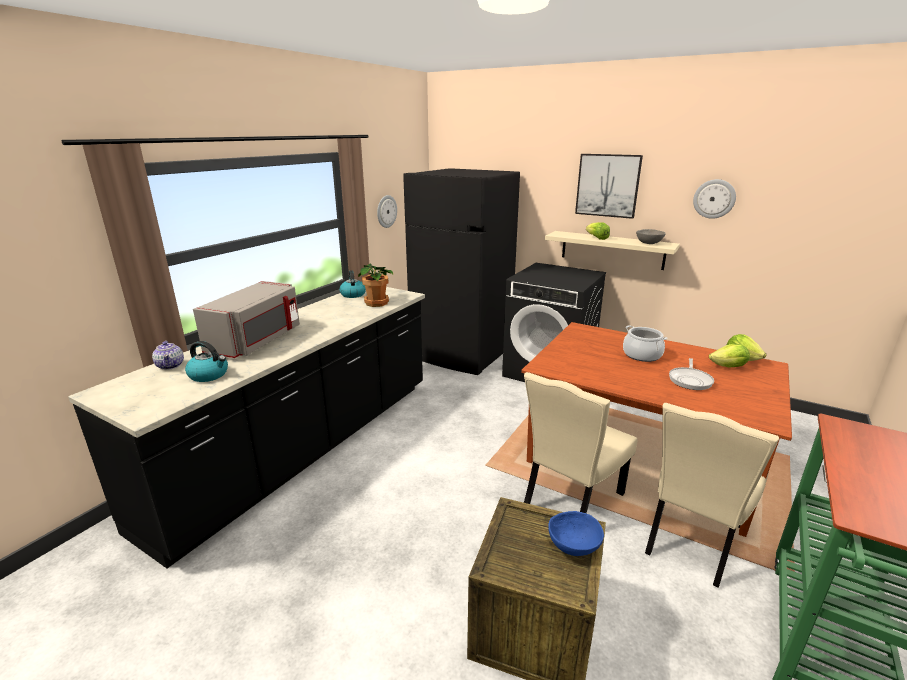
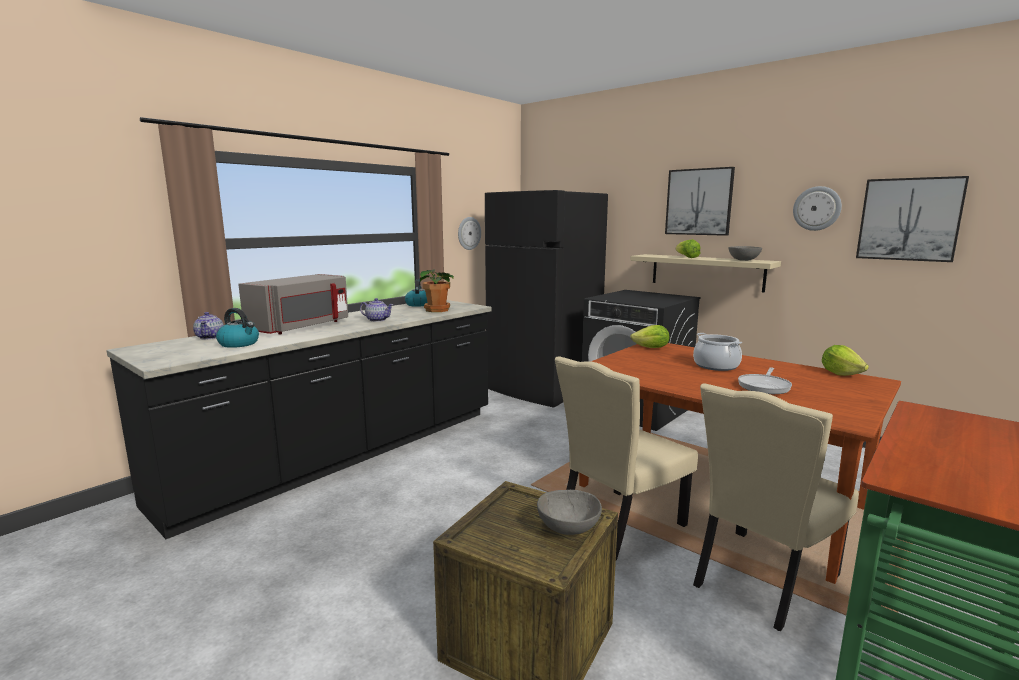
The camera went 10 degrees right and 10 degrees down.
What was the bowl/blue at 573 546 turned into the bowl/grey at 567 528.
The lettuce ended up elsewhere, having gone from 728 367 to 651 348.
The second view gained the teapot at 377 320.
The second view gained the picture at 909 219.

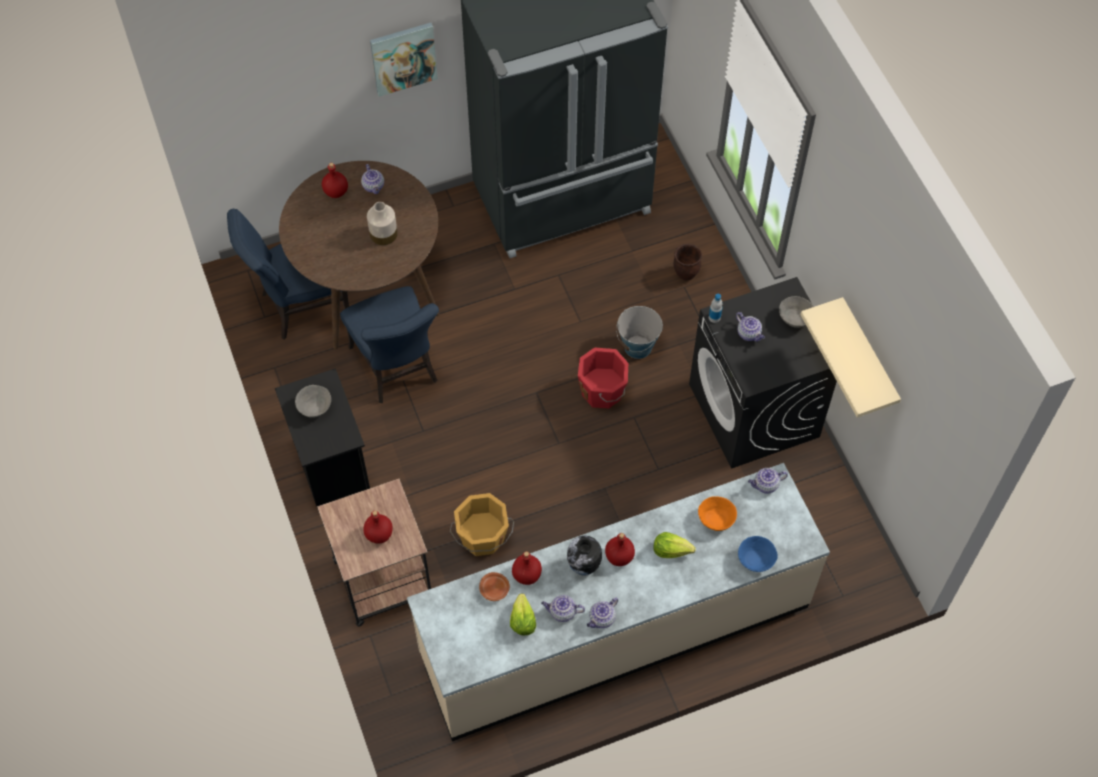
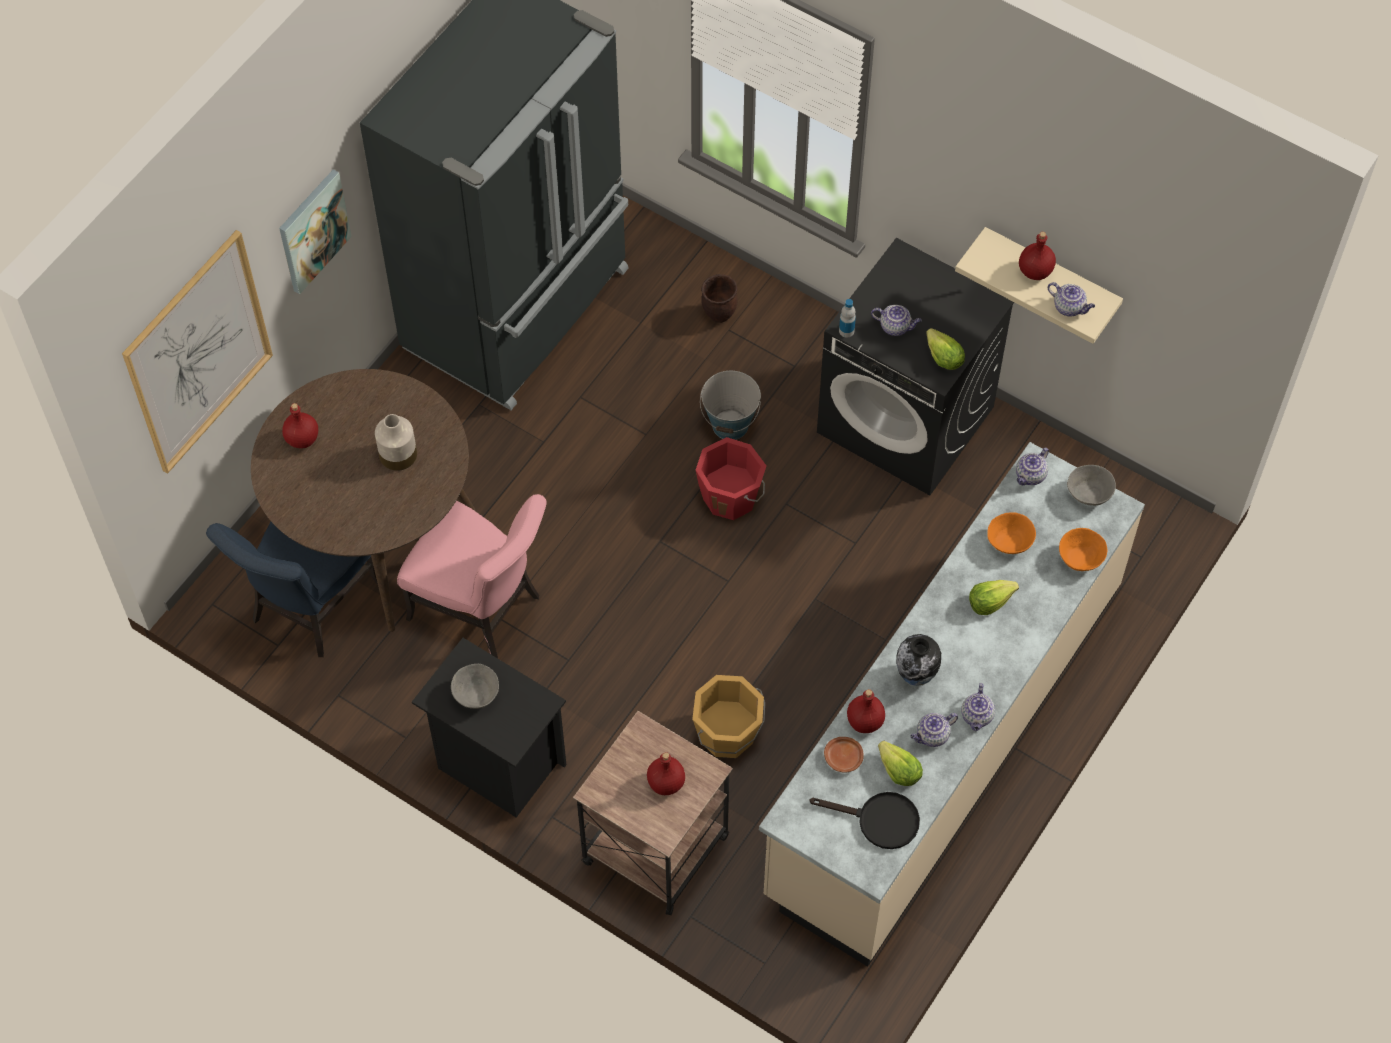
The camera went 35 degrees left and 0 degrees up.
What was the chair/blue at 397 368 turned into the chair/pink at 482 609.
The teapot ended up elsewhere, having gone from 374 186 to 1069 307.
The bottle/red ended up elsewhere, having gone from 620 556 to 1035 271.
What was the bowl/blue at 755 560 turned into the bowl/orange at 1080 559.
The bowl/grey ended up elsewhere, having gone from 795 318 to 1089 493.
The second view gained the picture at 198 353.
The second view gained the frying pan/black at 879 820.
The second view gained the lettuce at 943 357.

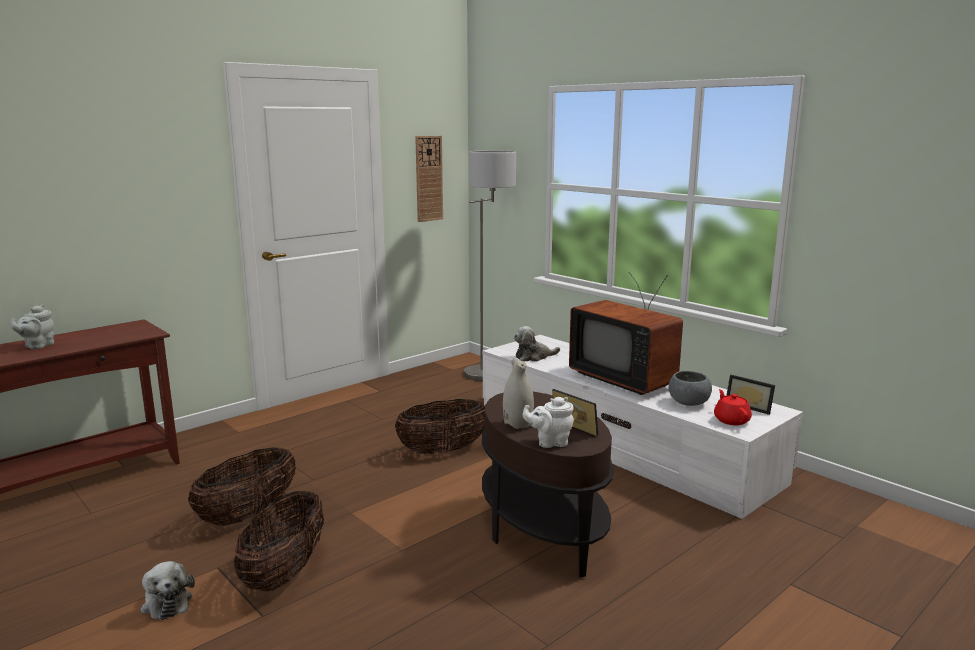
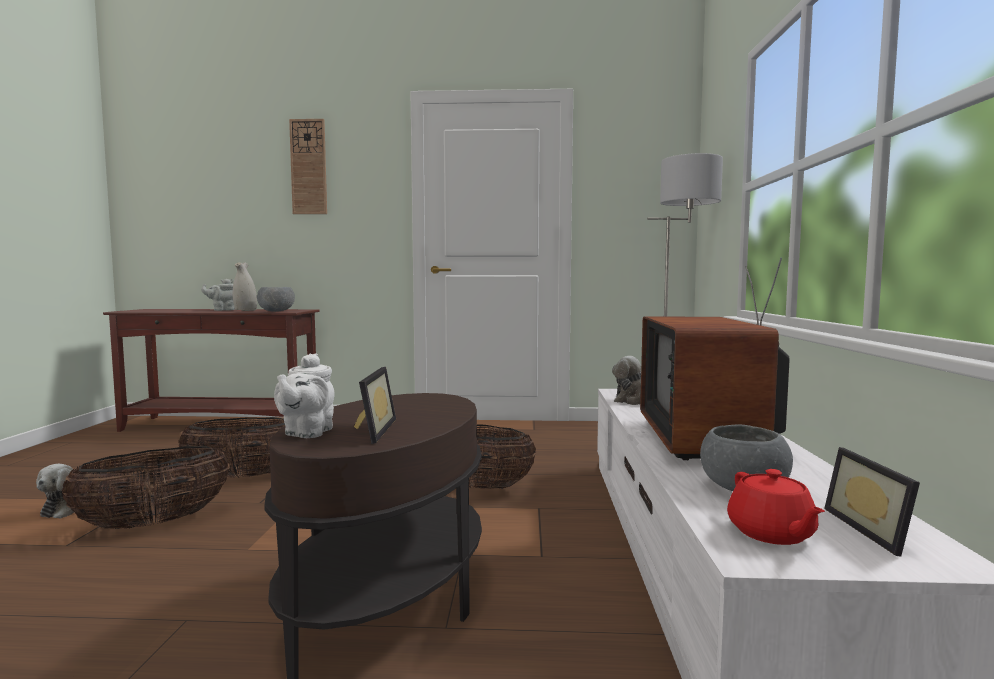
The camera went 45 degrees right and 10 degrees down.
The wall clock ended up elsewhere, having gone from 428 178 to 308 167.
The vase/white ended up elsewhere, having gone from 517 424 to 245 310.
The teapot/white at 550 442 ended up facing another way, 120 degrees counterclockwise from before.
The teapot/red at 731 420 ended up facing another way, 135 degrees clockwise from before.
The second view gained the bowl/grey at 276 311.

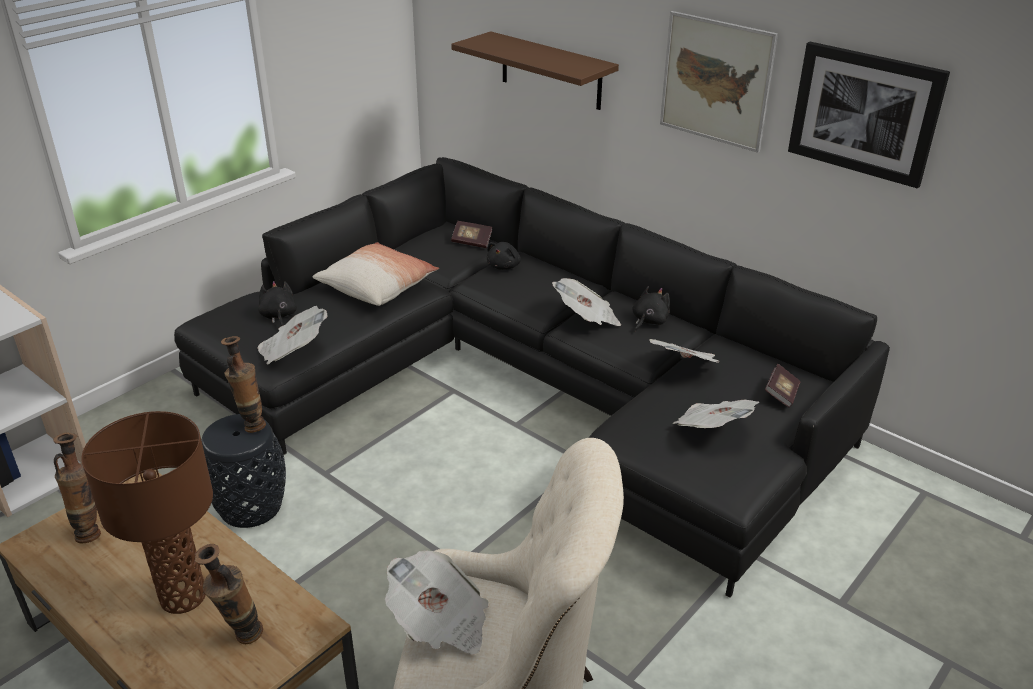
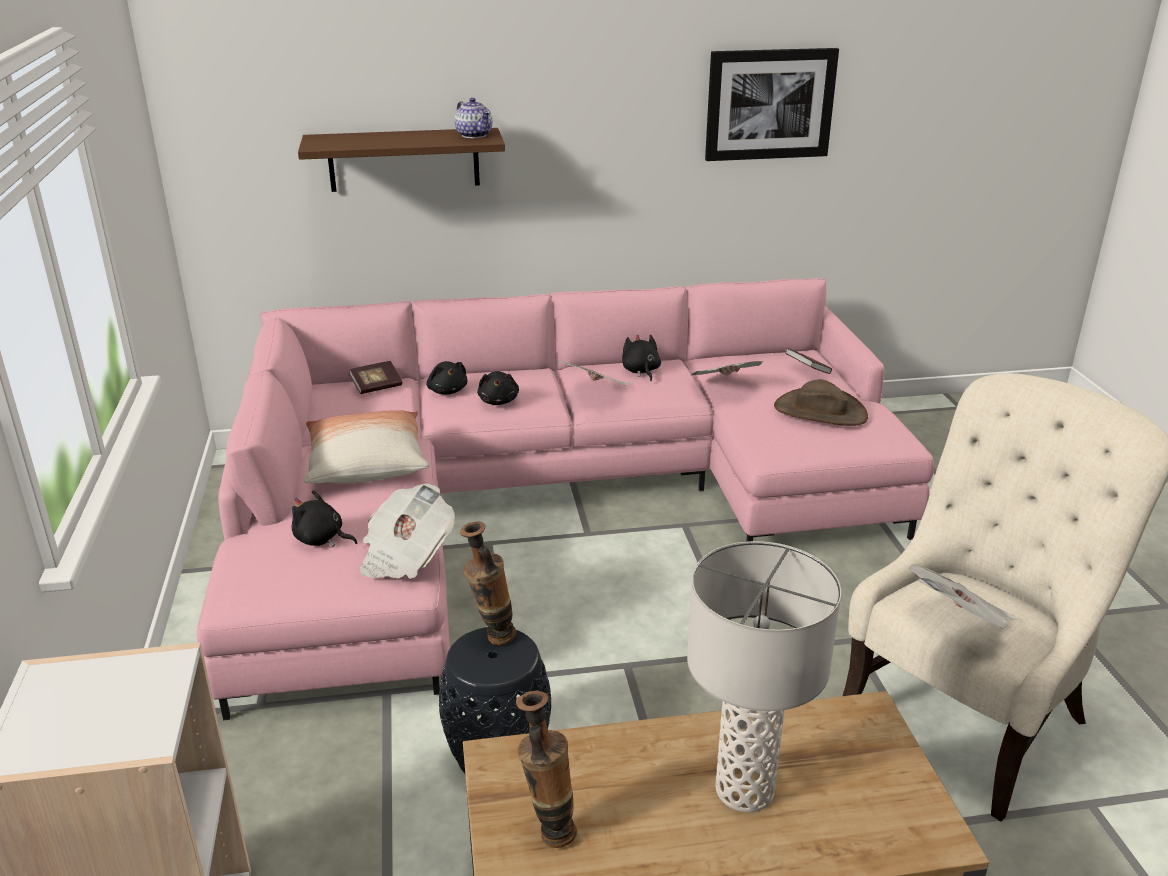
The camera went 50 degrees left and 5 degrees down.
What was the table lamp/brown at 183 596 turned into the table lamp/white at 744 789.
What was the sofa/black at 526 388 turned into the sofa/pink at 543 504.
The second view lost the vase at 240 638.
The second view lost the picture at 716 81.
Where the newspaper stood at 712 429, the hat/brown came to stand at 820 411.
The second view gained the teapot at 474 135.
The second view gained the plush toy/black at 498 401.

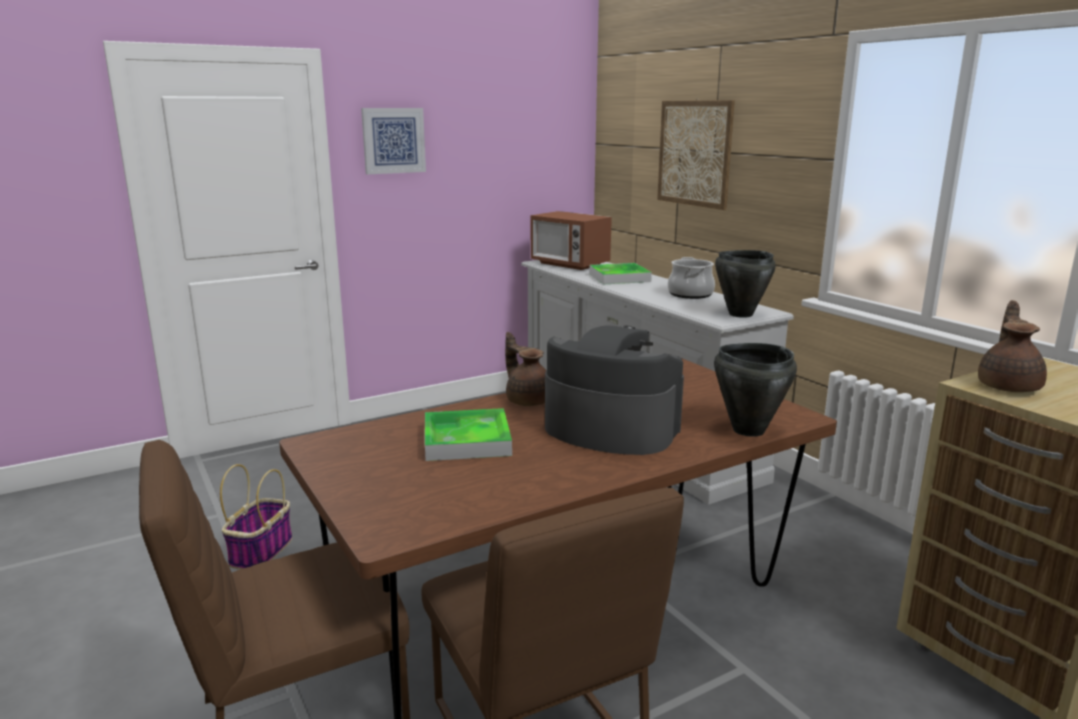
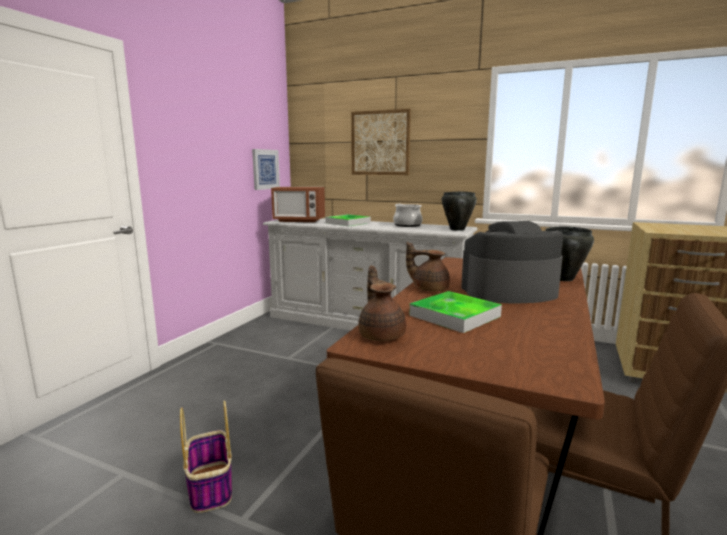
The camera went 35 degrees left and 5 degrees down.
The picture ended up elsewhere, having gone from 393 140 to 265 169.
The teapot/brown ended up elsewhere, having gone from 1008 386 to 381 335.

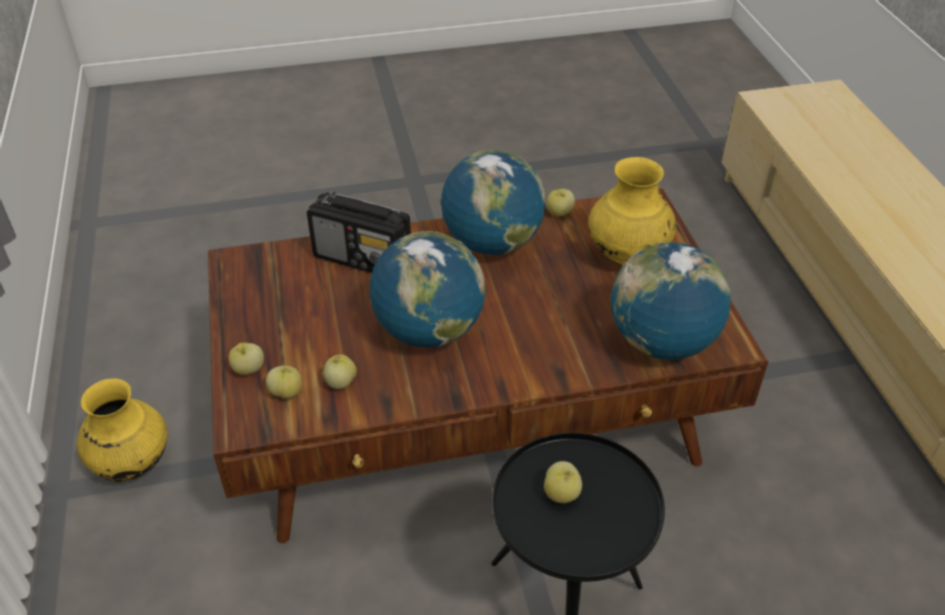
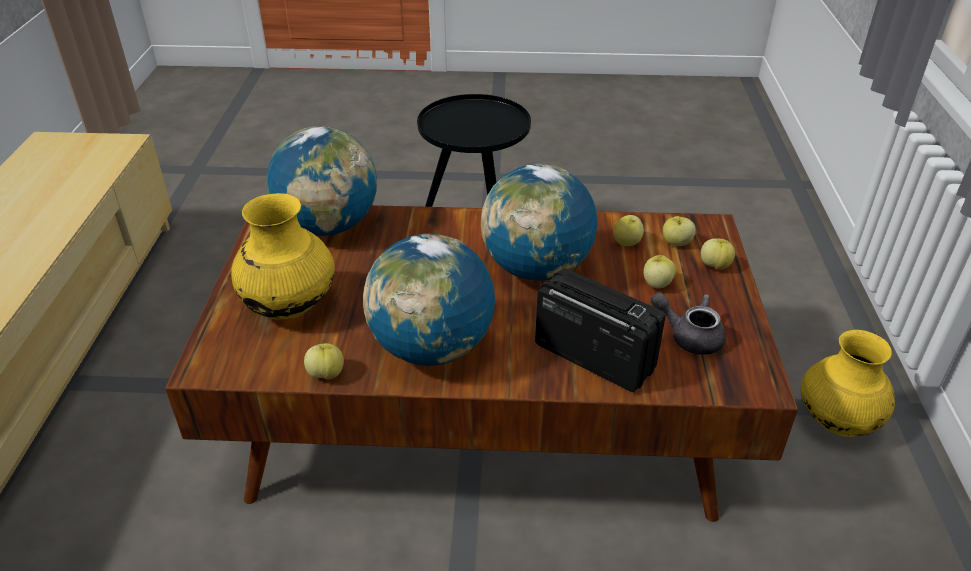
The camera went 165 degrees left and 5 degrees down.
The apple ended up elsewhere, having gone from 562 494 to 656 284.
The second view gained the teapot/grey at 689 336.

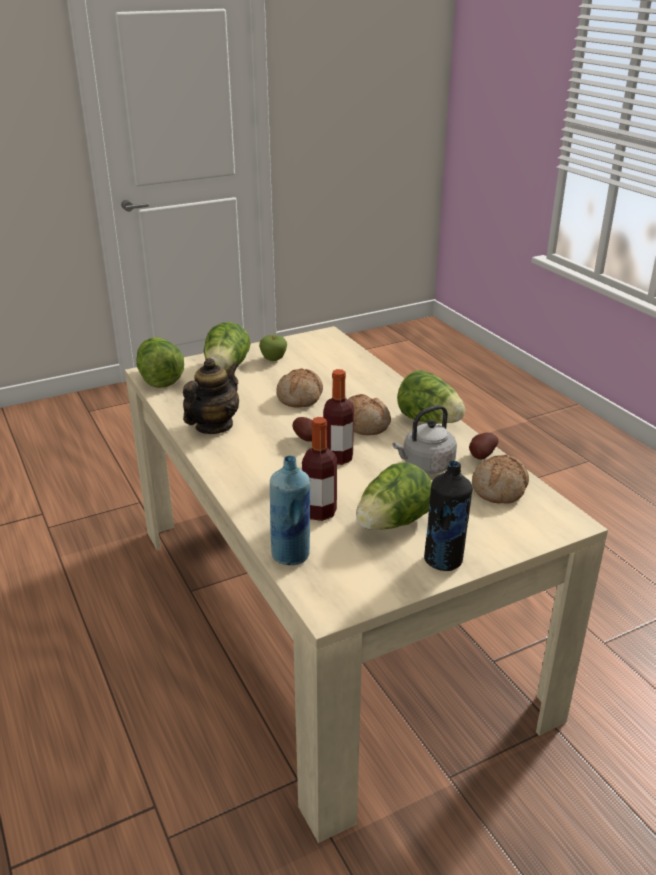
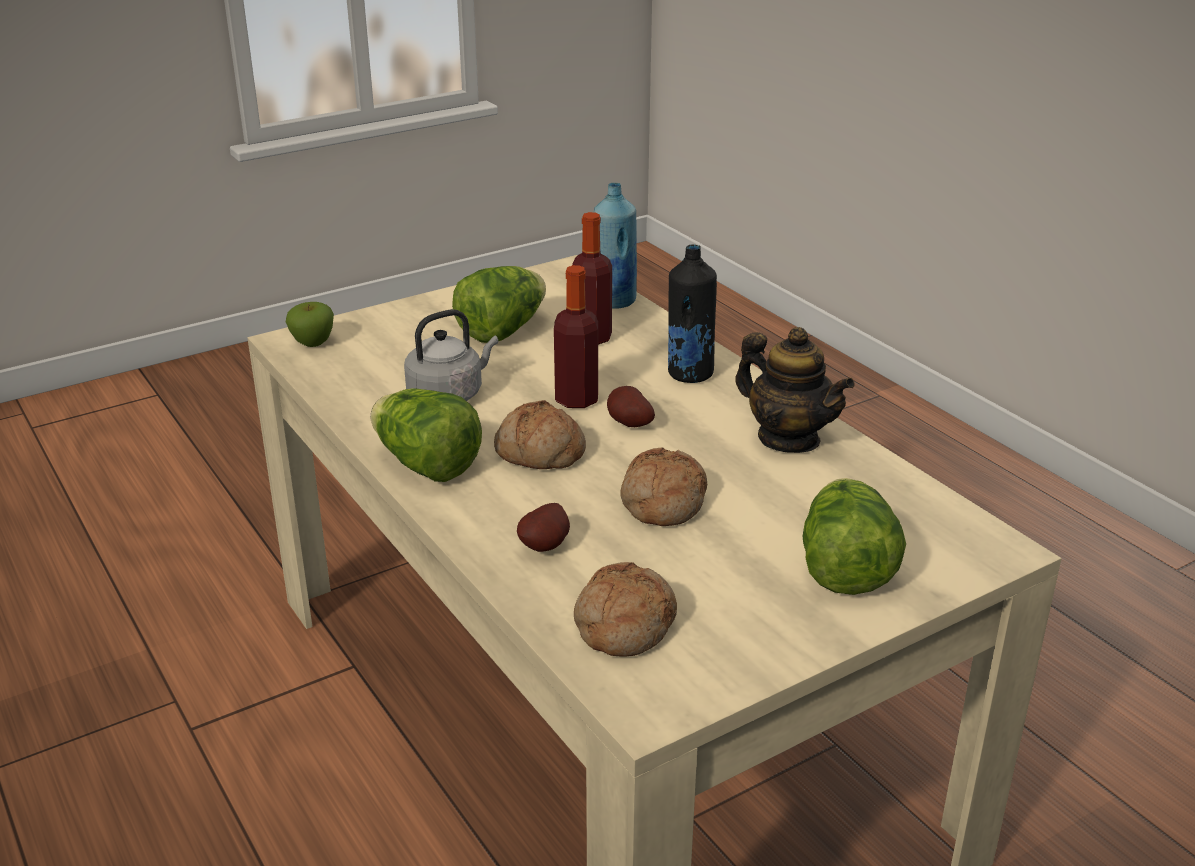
The camera went 175 degrees right and 0 degrees up.
The second view lost the lettuce at 159 379.
The teapot at 214 426 ended up facing another way, 75 degrees counterclockwise from before.
The apple ended up elsewhere, having gone from 273 359 to 313 343.
The bottle/black ended up elsewhere, having gone from 444 560 to 689 374.
The potato ended up elsewhere, having gone from 480 456 to 547 546.
The bread ended up elsewhere, having gone from 500 489 to 623 624.

